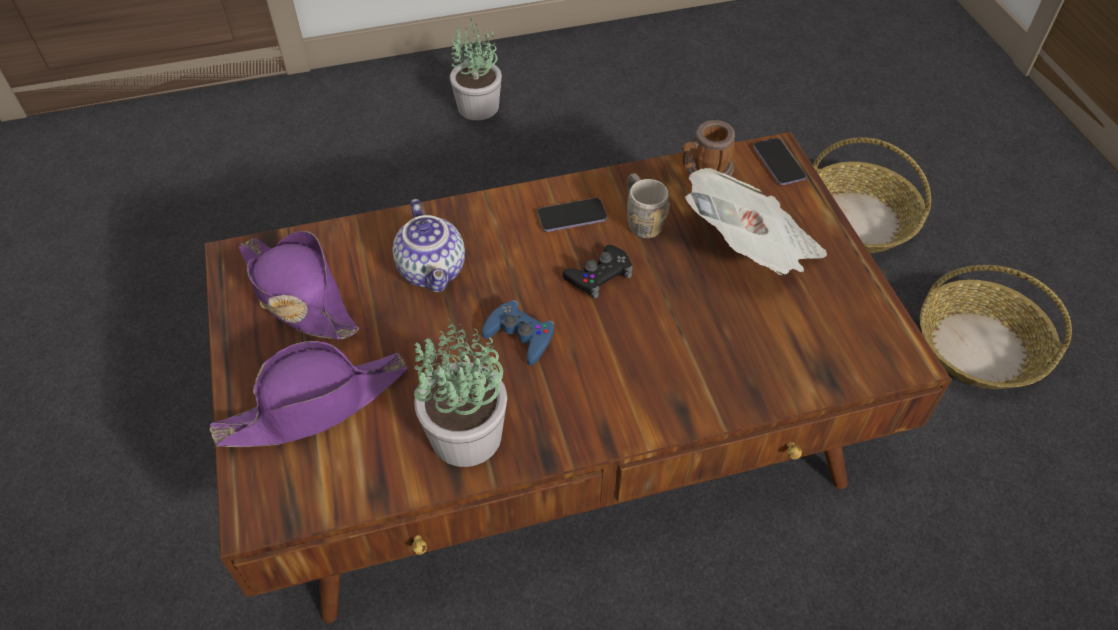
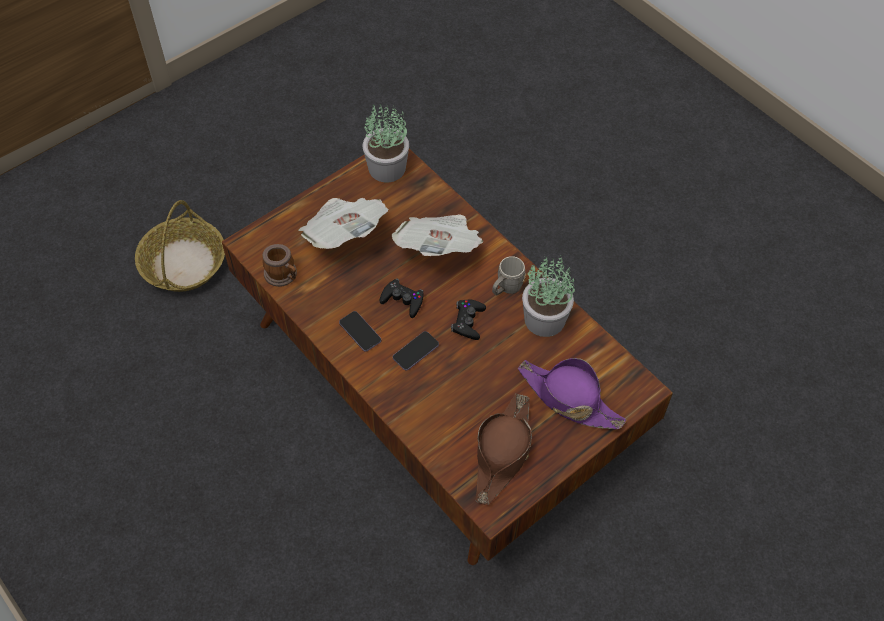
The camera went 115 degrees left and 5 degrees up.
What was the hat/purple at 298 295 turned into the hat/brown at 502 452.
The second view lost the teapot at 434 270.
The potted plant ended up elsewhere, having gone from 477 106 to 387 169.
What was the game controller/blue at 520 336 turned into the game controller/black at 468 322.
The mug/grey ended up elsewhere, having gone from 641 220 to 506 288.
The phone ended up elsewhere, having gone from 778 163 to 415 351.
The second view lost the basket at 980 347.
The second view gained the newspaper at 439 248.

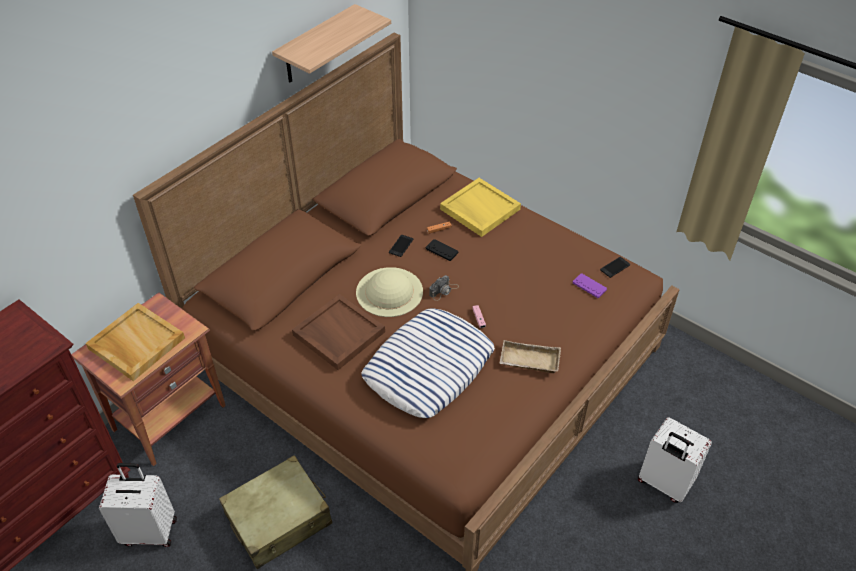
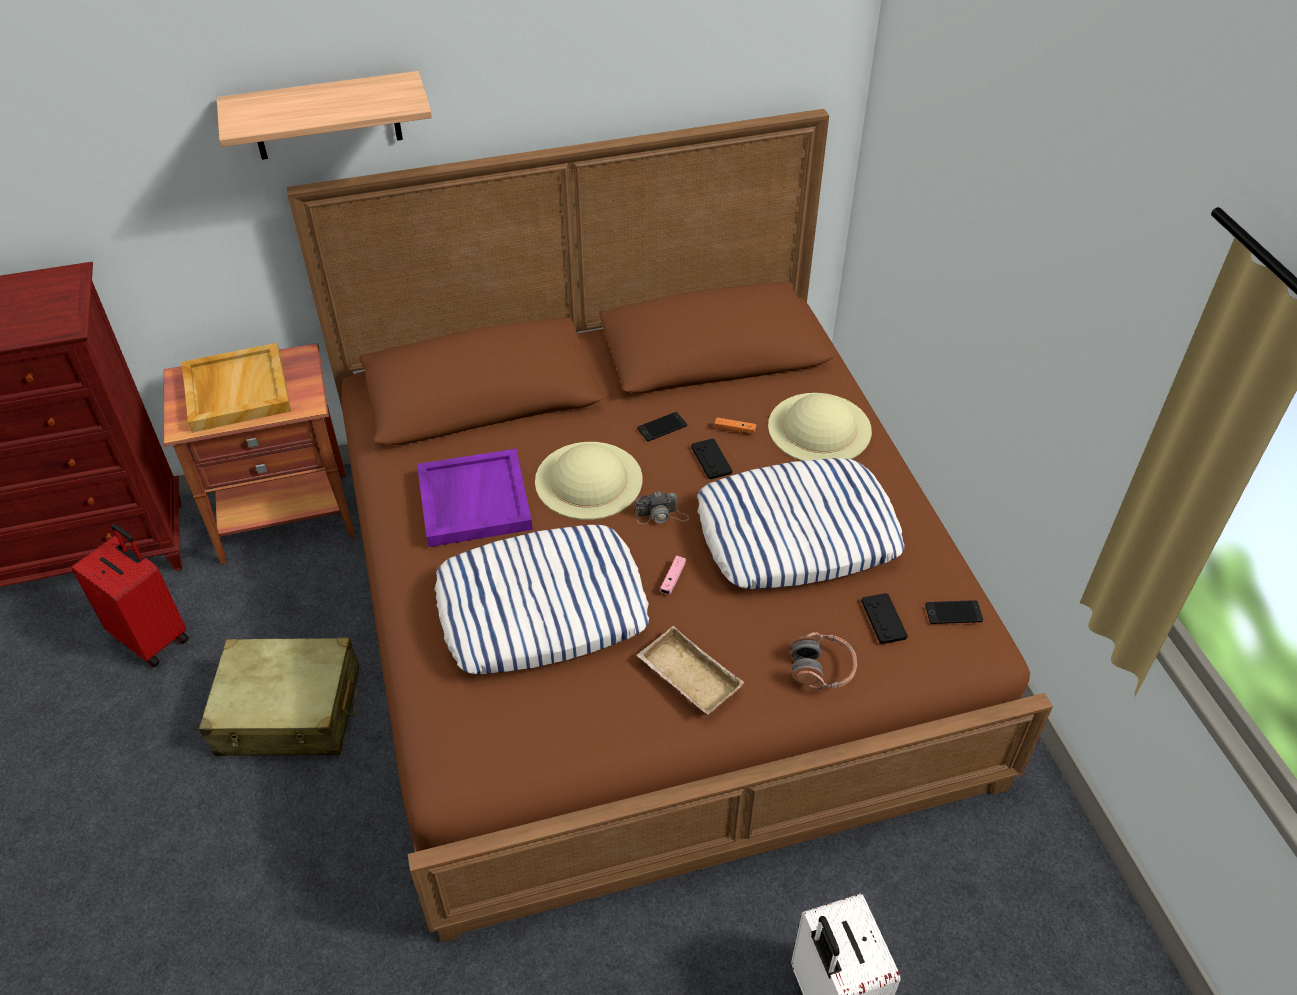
The camera went 35 degrees right and 0 degrees up.
What was the suitcase/white at 150 531 turned into the suitcase/red at 152 637.
The shelf ended up elsewhere, having gone from 316 45 to 326 116.
What was the tray/brown at 338 333 turned into the tray/purple at 473 500.
Where the tray/yellow stood at 479 209, the hat/beige came to stand at 819 428.
What was the game controller/purple at 589 286 turned into the game controller/black at 883 619.
The second view gained the pillow at 797 533.
The second view gained the headphones at 821 669.

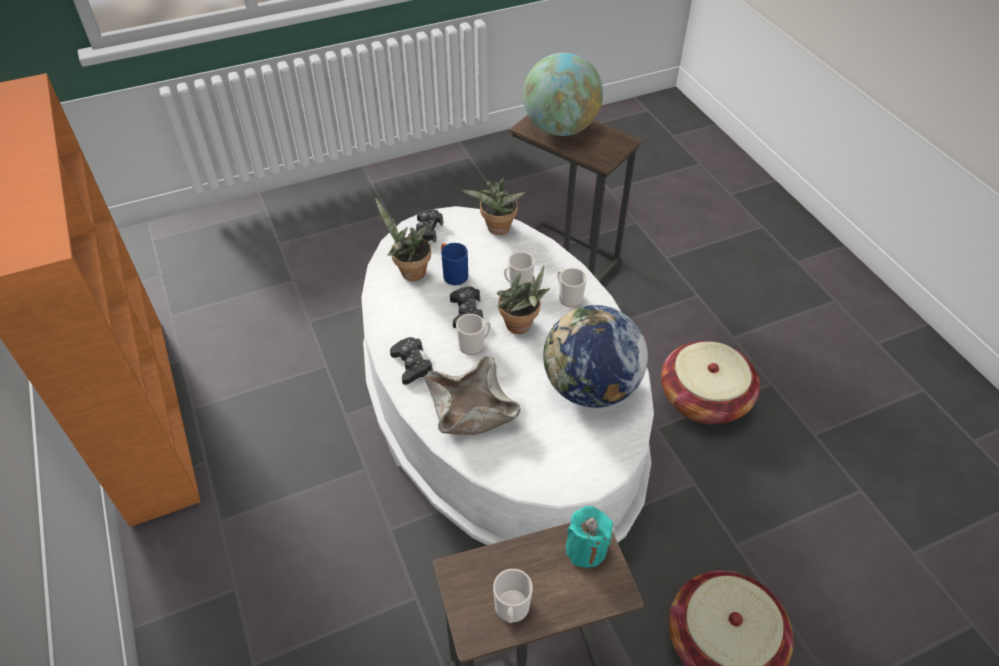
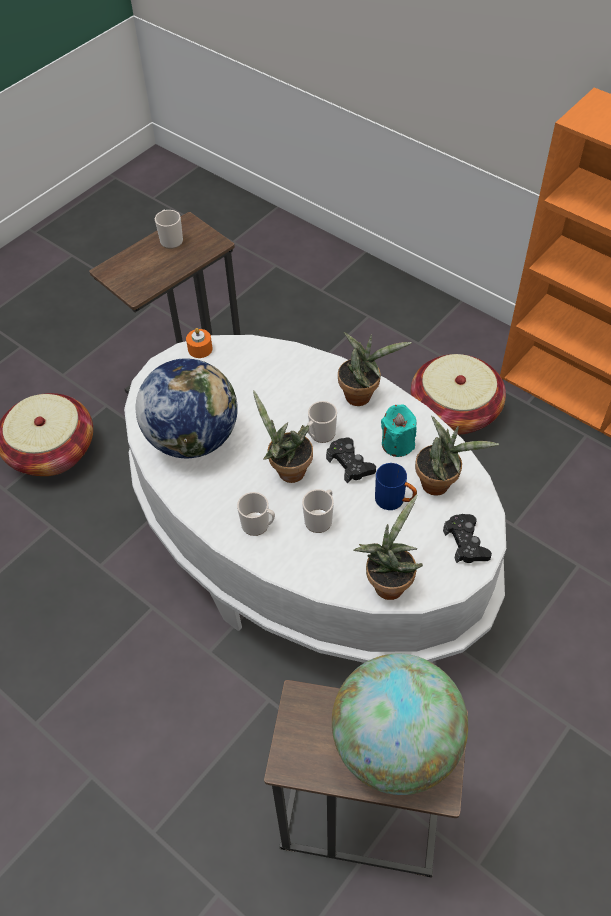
The camera went 155 degrees right and 5 degrees up.
Where the game controller/black stood at 411 364, the potted plant came to stand at 362 395.
The second view lost the bowl/beige at 472 410.
The candle/turquoise ended up elsewhere, having gone from 586 549 to 397 444.
The basket ended up elsewhere, having gone from 704 398 to 454 410.
The second view gained the candle/orange at 200 349.

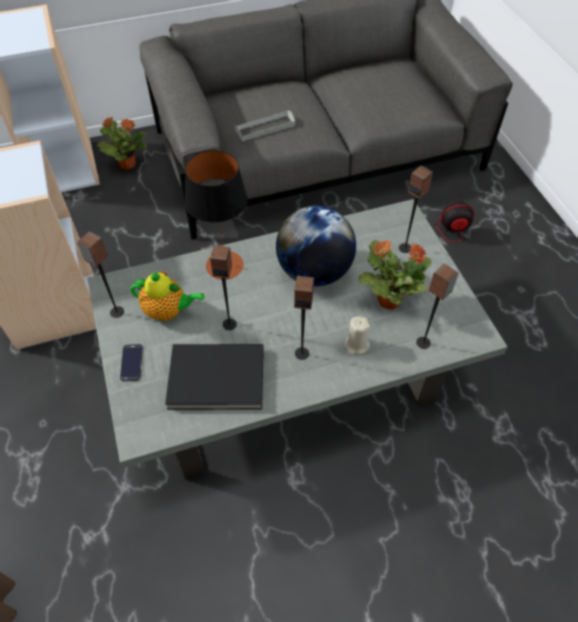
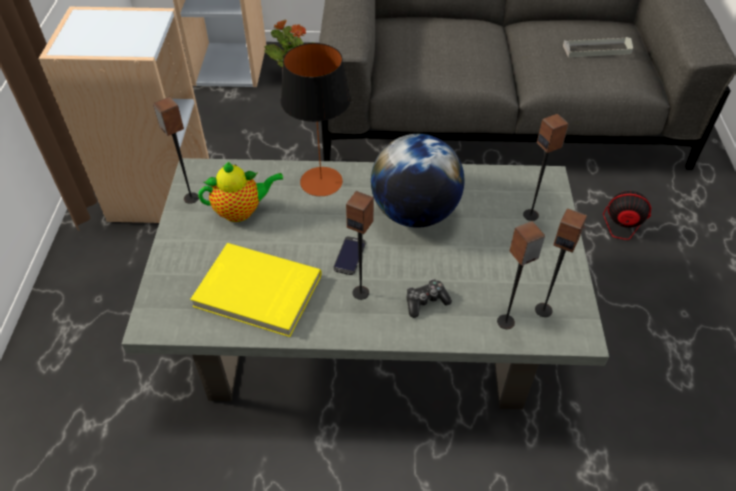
The camera went 20 degrees right and 5 degrees down.
The phone ended up elsewhere, having gone from 131 362 to 349 255.
The teapot at 168 311 ended up facing another way, 45 degrees counterclockwise from before.
What was the book/black at 216 380 turned into the book/yellow at 257 293.
The speaker ended up elsewhere, having gone from 229 324 to 543 309.
The tray/grey ended up elsewhere, having gone from 265 128 to 596 49.
Where the candle/beige stood at 356 345, the game controller came to stand at 426 301.
The second view lost the potted plant at 388 300.

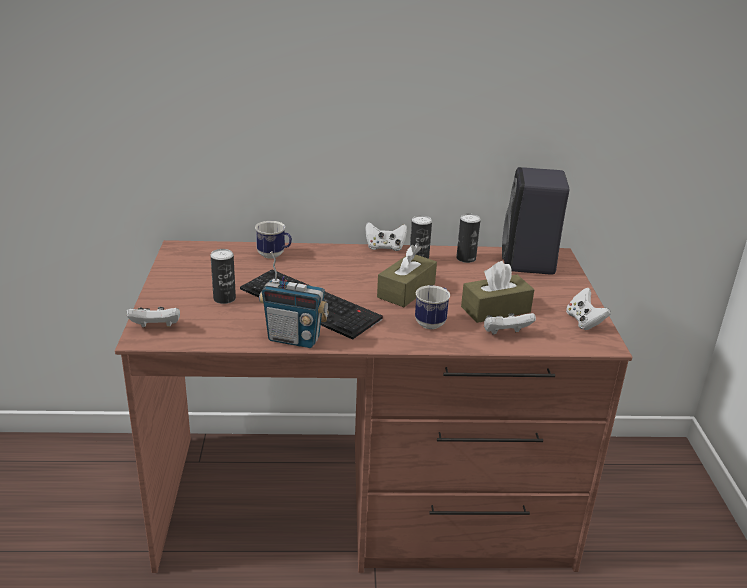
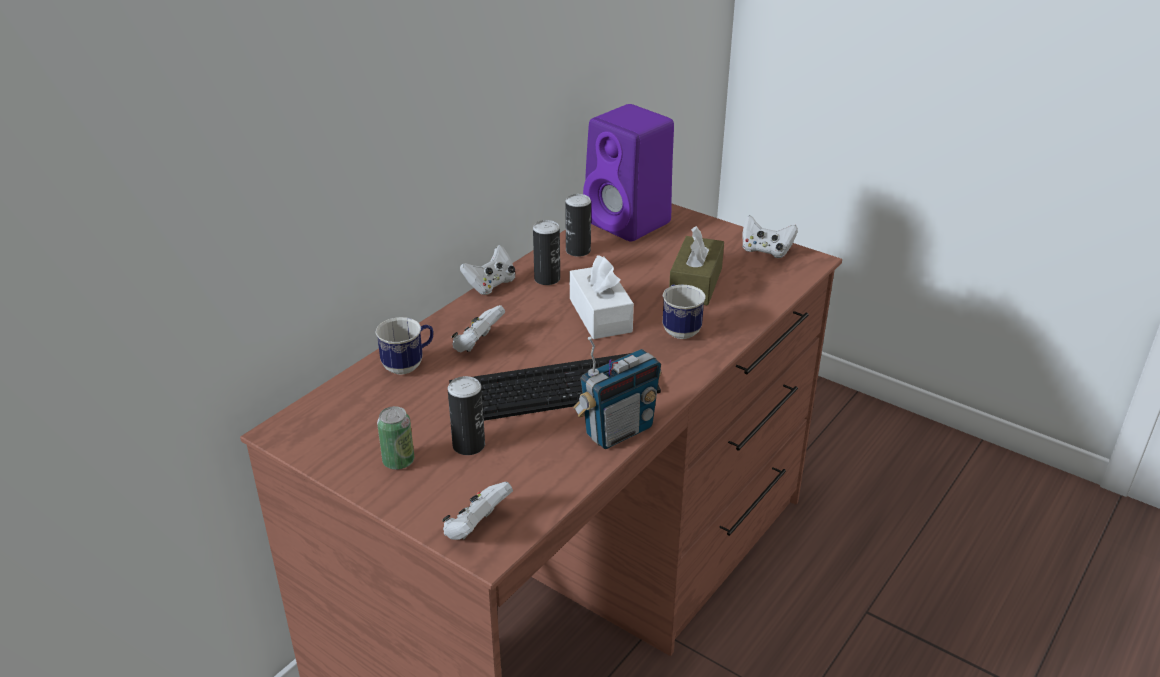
The camera went 50 degrees left and 5 degrees up.
What was the tissue box/brown at 406 291 turned into the tissue box/white at 600 315.
The game controller/white ended up elsewhere, having gone from 505 334 to 478 344.
What was the speaker/black at 529 263 turned into the speaker/purple at 630 223.
The second view gained the can at 398 461.

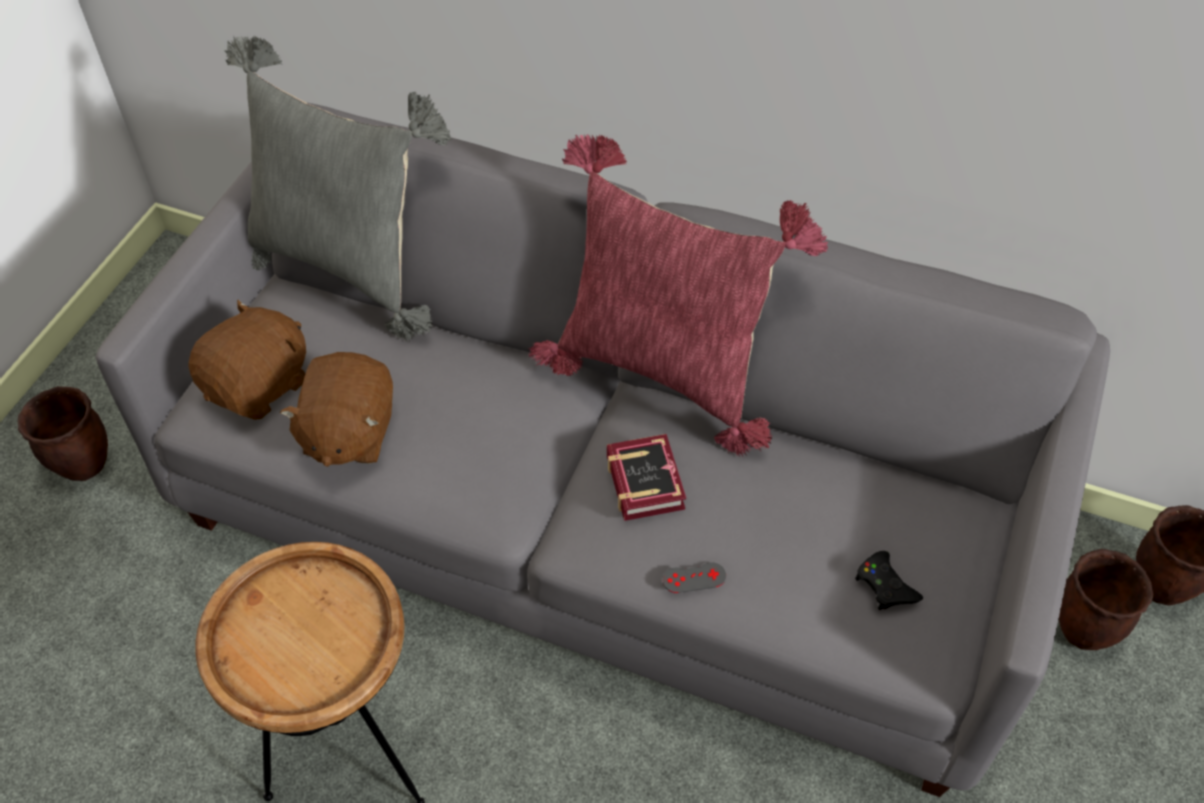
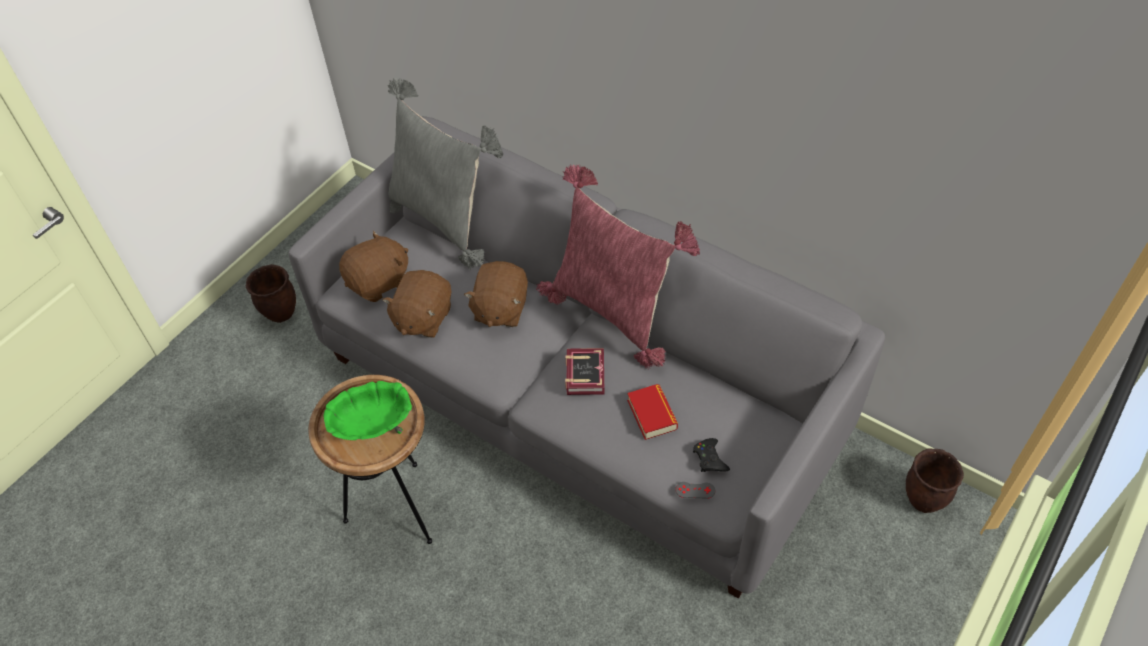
The camera went 15 degrees right and 0 degrees up.
The game controller/grey ended up elsewhere, having gone from 694 578 to 695 490.
The second view lost the planter/brown at 1084 630.
The second view gained the bowl/green at 372 426.
The second view gained the plush toy/brown at 500 309.
The second view gained the book at 652 415.

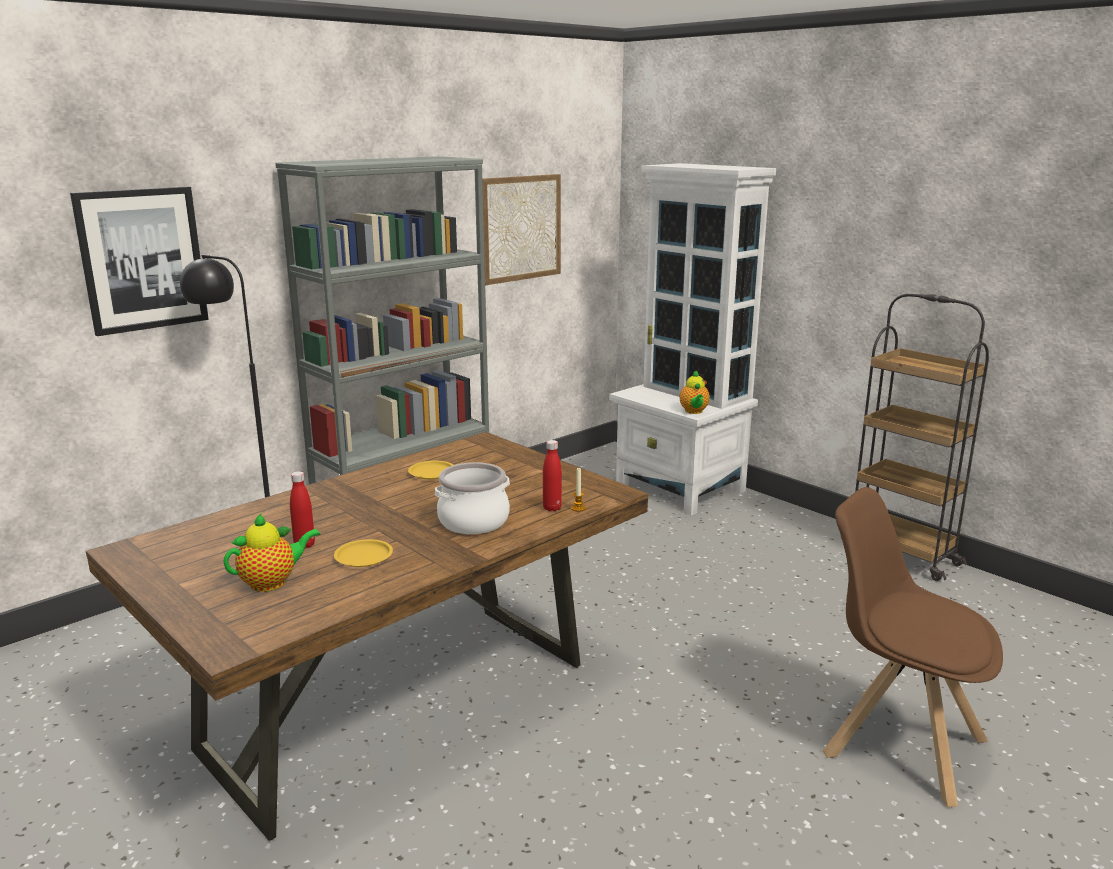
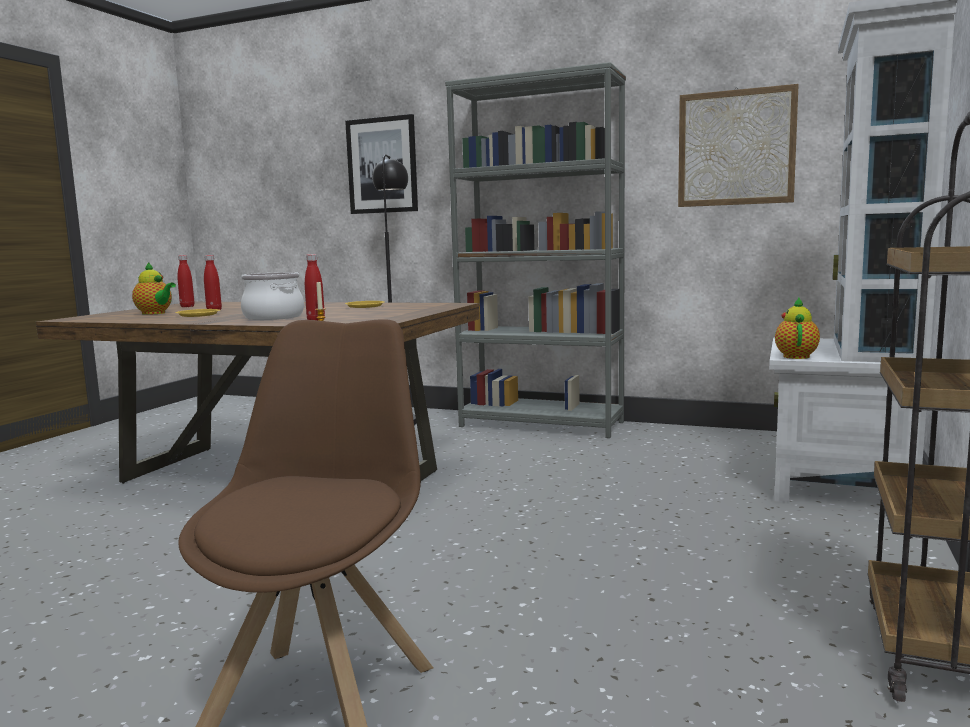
The camera went 65 degrees right and 10 degrees down.
The teapot at 694 411 ended up facing another way, 135 degrees clockwise from before.
The second view gained the bottle/red at 187 306.

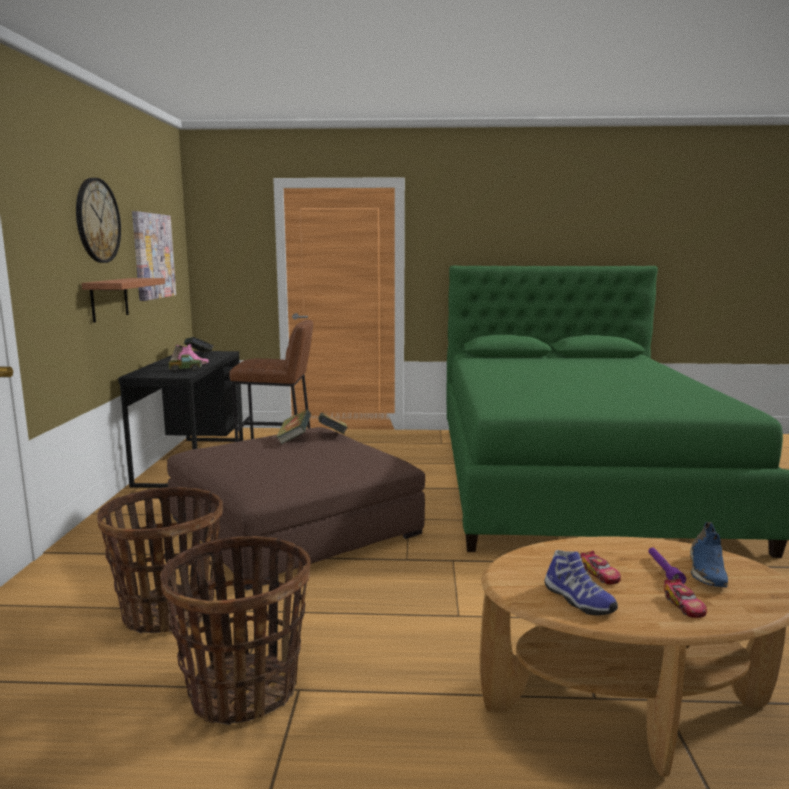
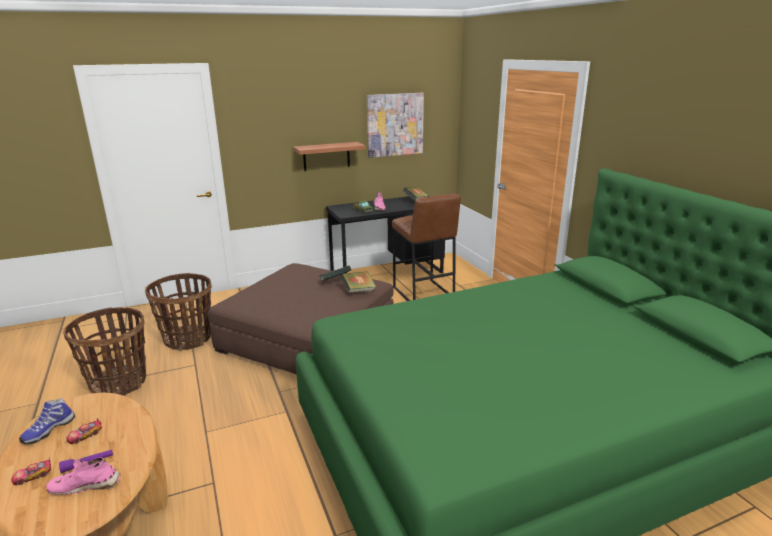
The camera went 65 degrees right and 10 degrees up.
The second view lost the wall clock at 97 220.
What was the shoe/blue at 706 571 turned into the shoe/pink at 85 485.

